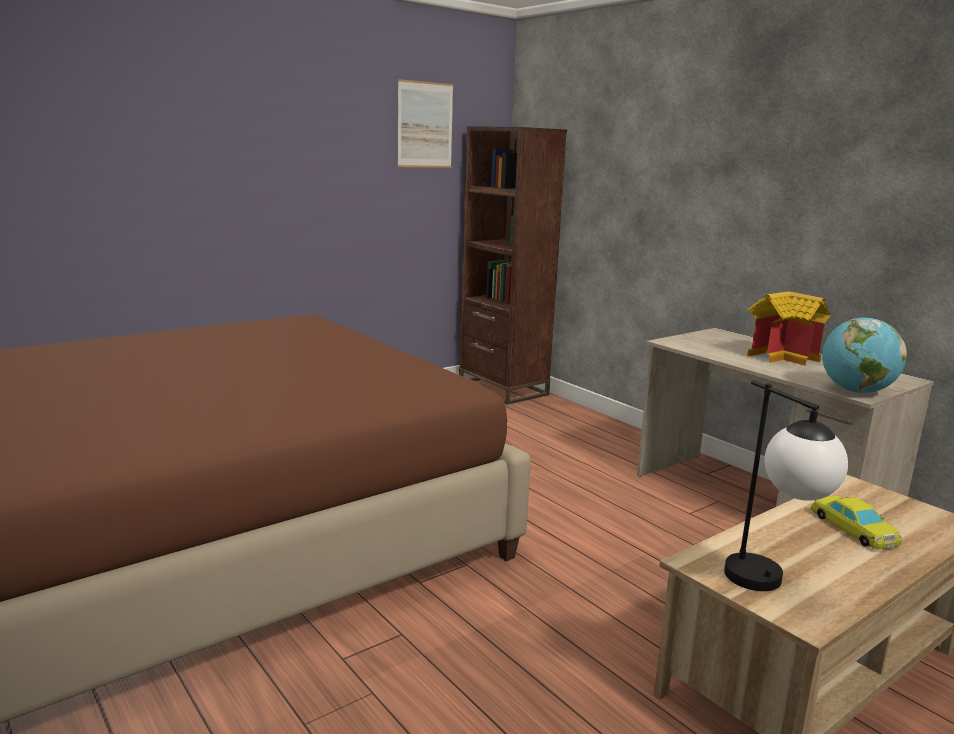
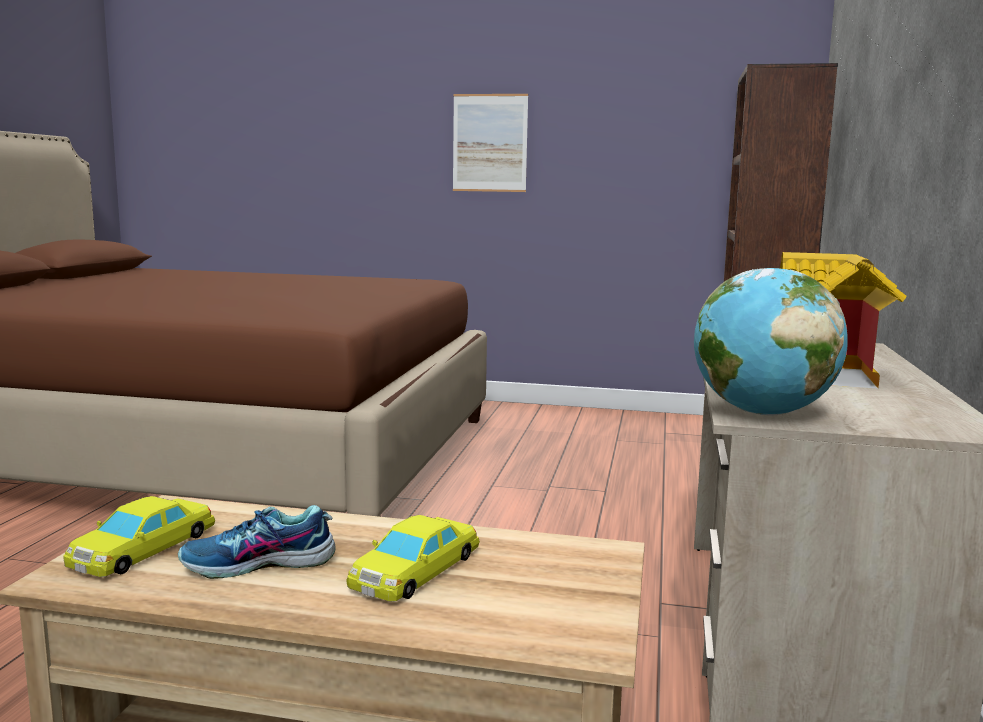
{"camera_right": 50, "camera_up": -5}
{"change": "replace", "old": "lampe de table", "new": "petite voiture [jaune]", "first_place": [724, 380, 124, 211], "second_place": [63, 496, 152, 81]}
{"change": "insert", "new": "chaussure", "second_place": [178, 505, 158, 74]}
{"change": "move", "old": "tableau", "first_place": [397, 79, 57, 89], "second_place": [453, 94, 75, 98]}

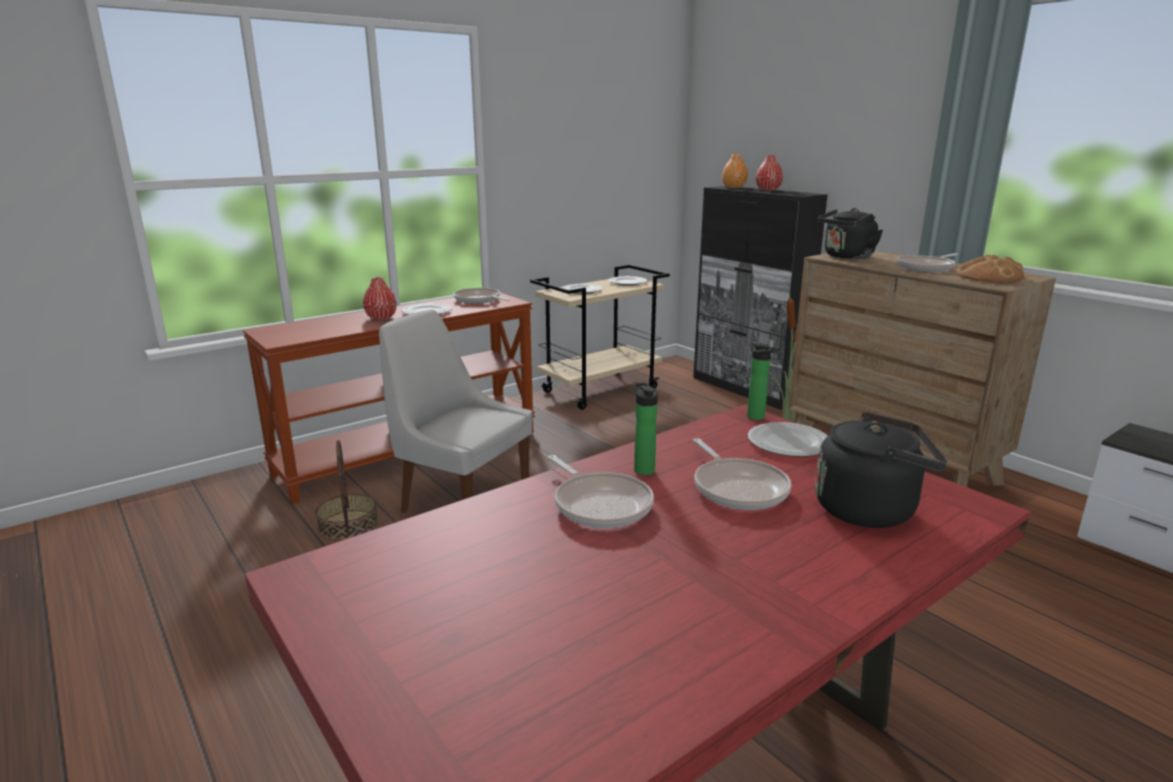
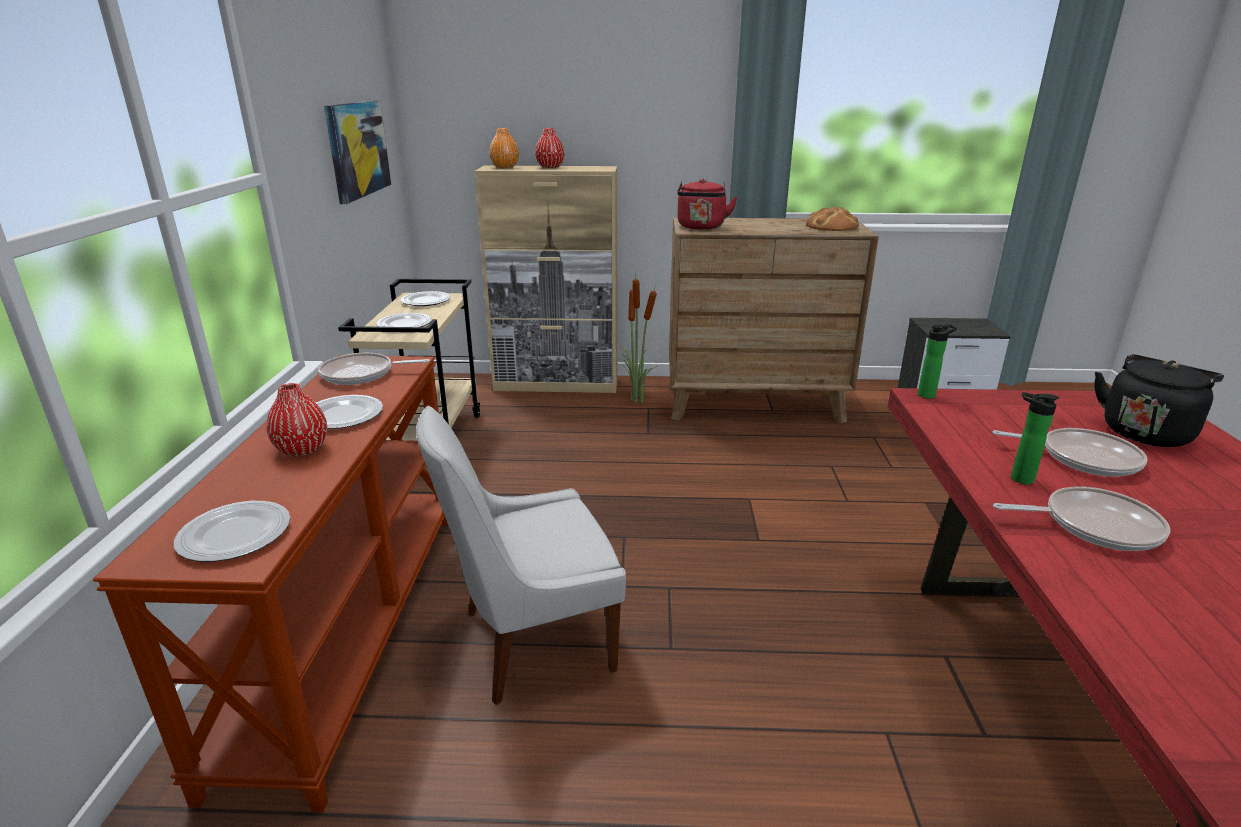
{"camera_right": -50, "camera_up": 5}
{"change": "move", "old": "assiette", "first_place": [748, 422, 80, 35], "second_place": [174, 501, 117, 61]}
{"change": "insert", "new": "tableau", "second_place": [324, 100, 67, 104]}
{"change": "recolor", "old": "meuble de rangement [noir]", "new": "meuble de rangement [beige]", "first_place": [693, 186, 135, 224], "second_place": [475, 166, 143, 227]}
{"change": "recolor", "old": "bouilloire [noir]", "new": "bouilloire [rouge]", "first_place": [818, 208, 65, 51], "second_place": [677, 178, 60, 52]}
{"change": "delete", "old": "panier", "first_place": [315, 440, 63, 101]}
{"change": "delete", "old": "poêle", "first_place": [897, 253, 61, 19]}

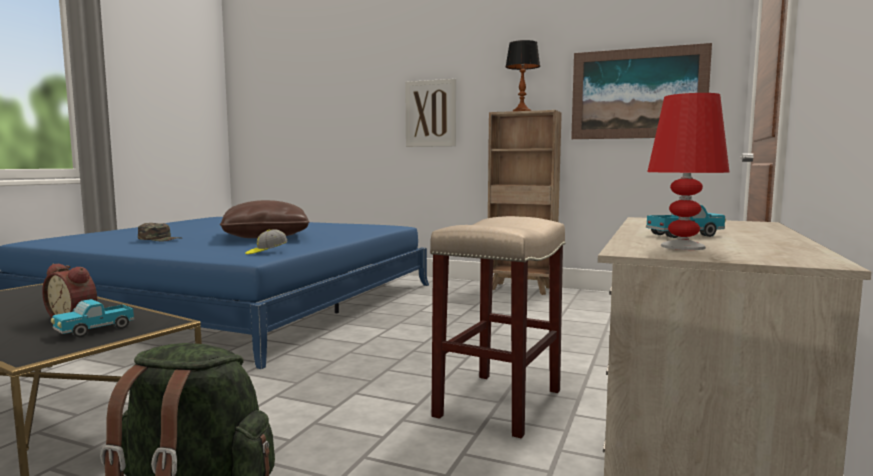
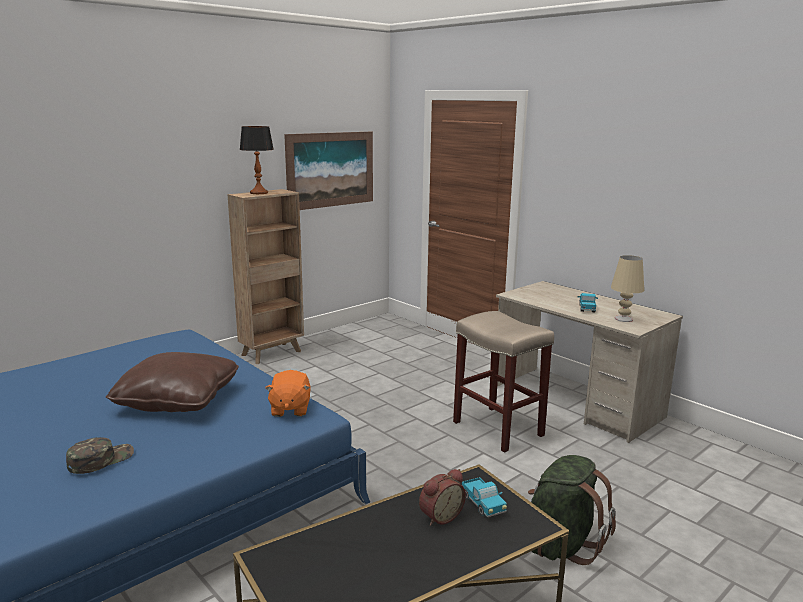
{"camera_right": -65, "camera_up": 10}
{"change": "replace", "old": "casquette", "new": "peluche [orange]", "first_place": [245, 229, 43, 25], "second_place": [265, 370, 46, 47]}
{"change": "recolor", "old": "lampe de table [rouge]", "new": "lampe de table [beige]", "first_place": [647, 93, 82, 157], "second_place": [611, 255, 33, 67]}
{"change": "delete", "old": "tableau", "first_place": [405, 79, 51, 68]}

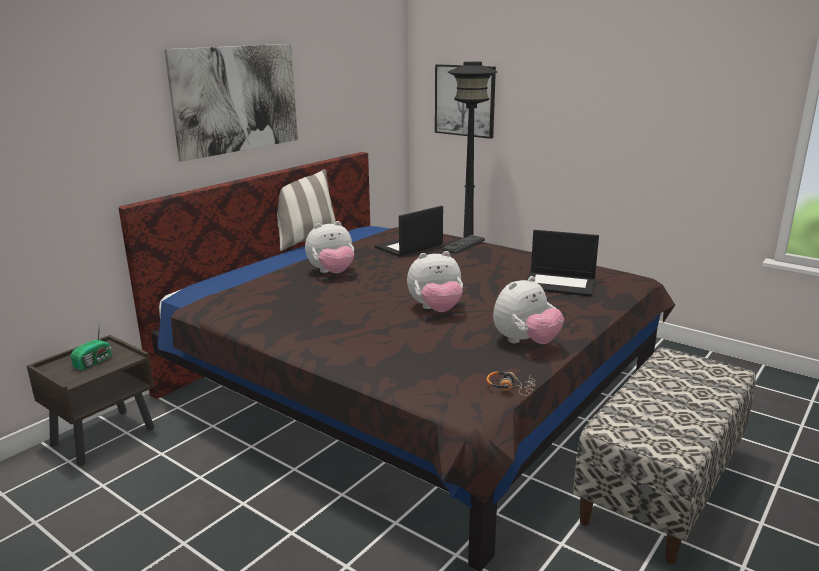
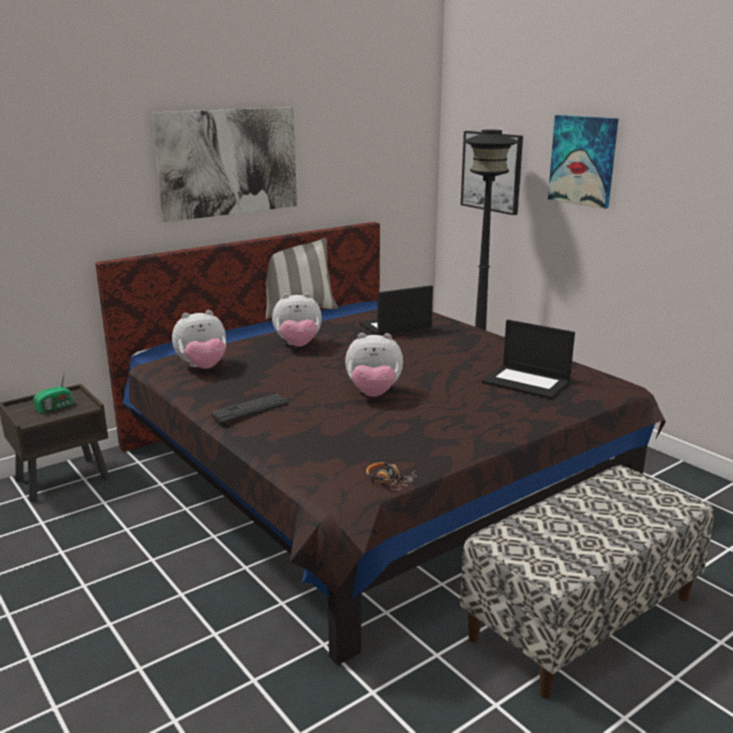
{"camera_right": 15, "camera_up": 0}
{"change": "move", "old": "peluche", "first_place": [493, 276, 71, 68], "second_place": [172, 310, 54, 59]}
{"change": "move", "old": "clavier", "first_place": [442, 235, 43, 19], "second_place": [211, 394, 78, 30]}
{"change": "insert", "new": "tableau", "second_place": [548, 115, 71, 94]}

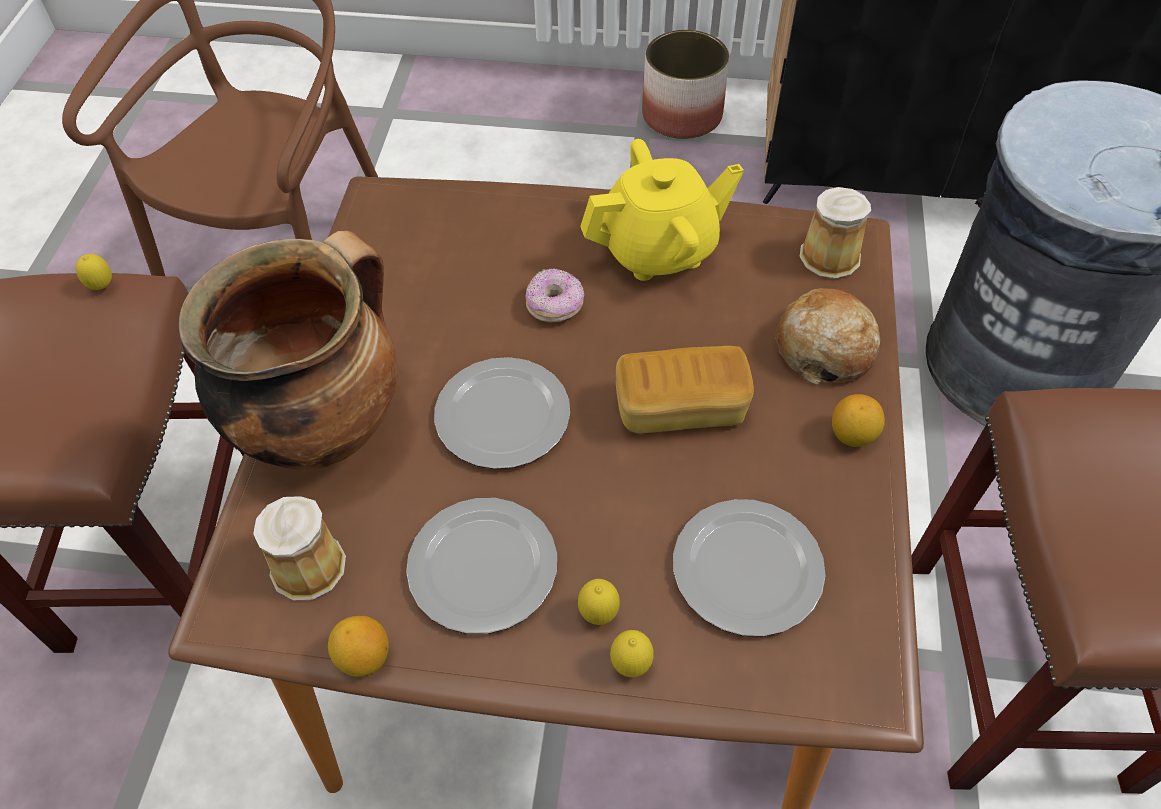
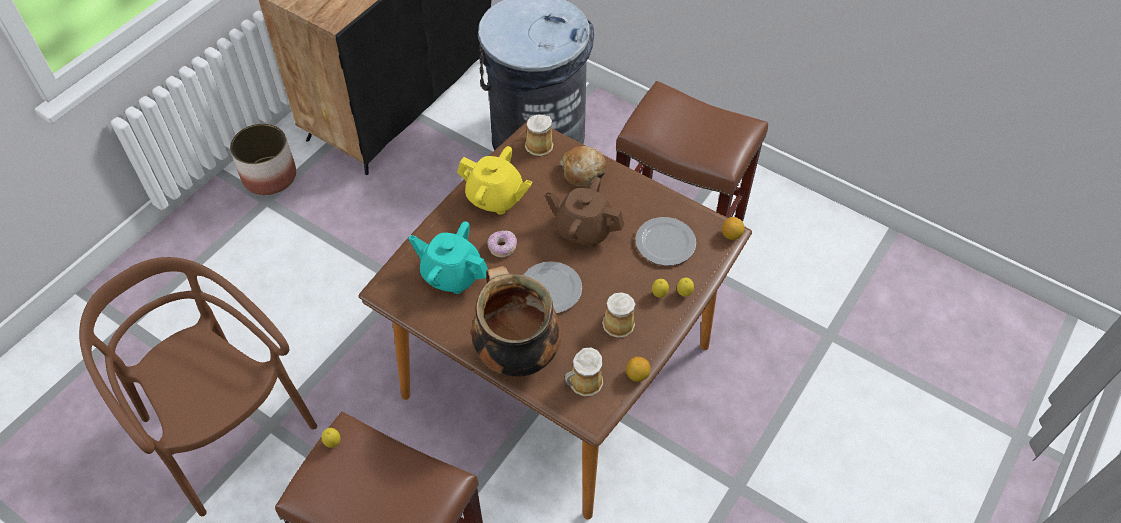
{"camera_right": -65, "camera_up": 0}
{"change": "insert", "new": "théière [turquoise]", "second_place": [408, 221, 80, 73]}
{"change": "rotate", "old": "théière [jaune]", "first_place": [580, 139, 164, 142], "second_place": [457, 146, 75, 69], "degrees": 105}
{"change": "replace", "old": "pain", "new": "théière [marron]", "first_place": [616, 346, 138, 88], "second_place": [545, 177, 79, 70]}
{"change": "replace", "old": "assiette", "new": "mug", "first_place": [406, 498, 151, 136], "second_place": [602, 292, 33, 46]}
{"change": "move", "old": "citron", "first_place": [832, 394, 53, 53], "second_place": [722, 217, 22, 23]}

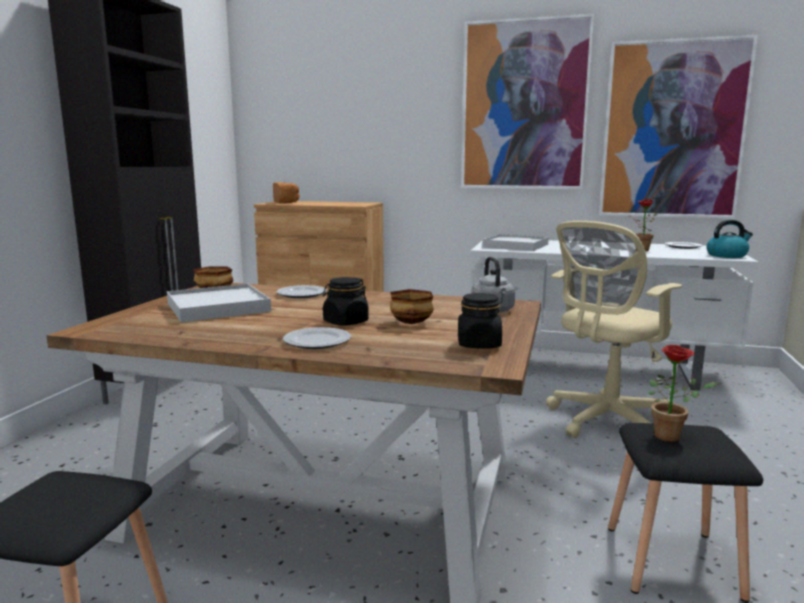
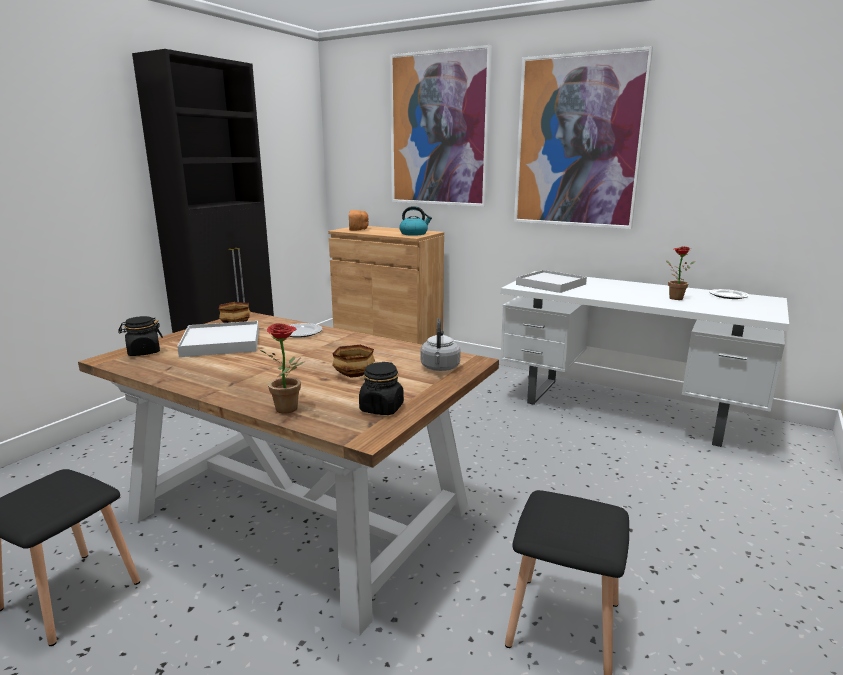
{"camera_right": 15, "camera_up": 5}
{"change": "move", "old": "bocal [noir]", "first_place": [322, 277, 47, 49], "second_place": [118, 316, 45, 40]}
{"change": "move", "old": "plante en pot", "first_place": [648, 345, 70, 97], "second_place": [260, 323, 45, 91]}
{"change": "move", "old": "tableau", "first_place": [599, 35, 159, 184], "second_place": [390, 45, 102, 162]}
{"change": "move", "old": "bouilloire", "first_place": [706, 220, 47, 38], "second_place": [399, 206, 33, 30]}
{"change": "delete", "old": "assiette", "first_place": [283, 327, 68, 22]}
{"change": "delete", "old": "chaise de bureau [beige]", "first_place": [546, 221, 136, 217]}

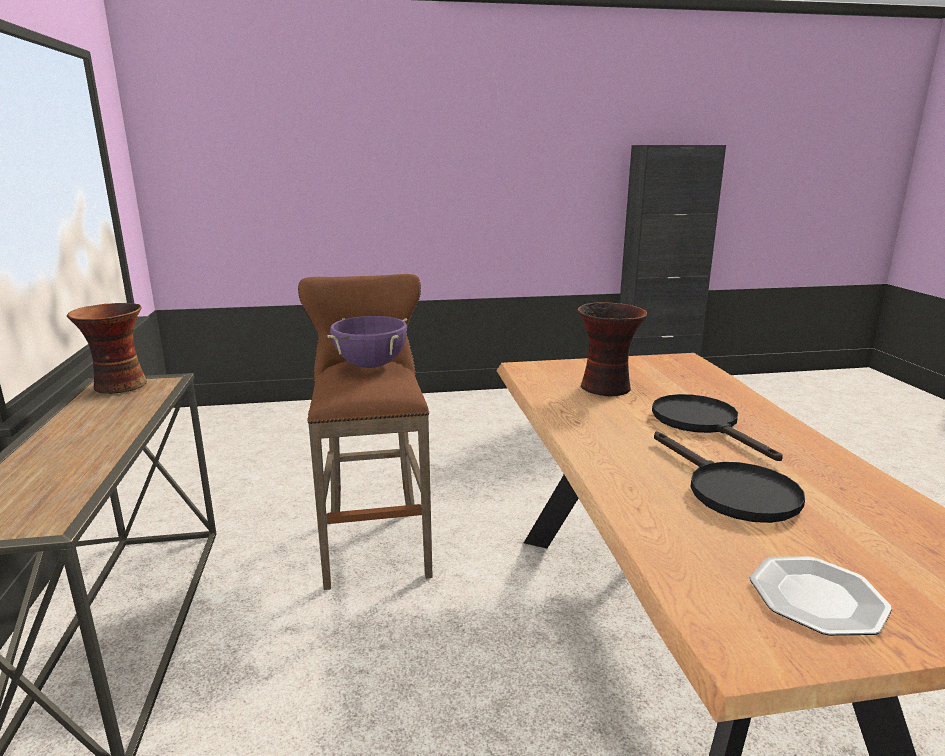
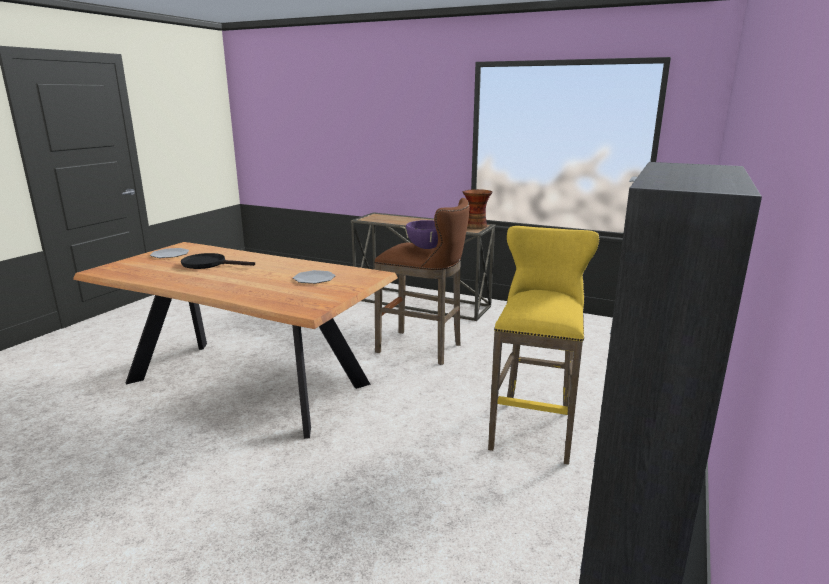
{"camera_right": 125, "camera_up": 0}
{"change": "replace", "old": "vase", "new": "assiette", "first_place": [578, 302, 70, 94], "second_place": [293, 270, 43, 14]}
{"change": "insert", "new": "tabouret [jaune]", "second_place": [488, 226, 111, 239]}
{"change": "delete", "old": "poêle [noir]", "first_place": [652, 394, 131, 67]}

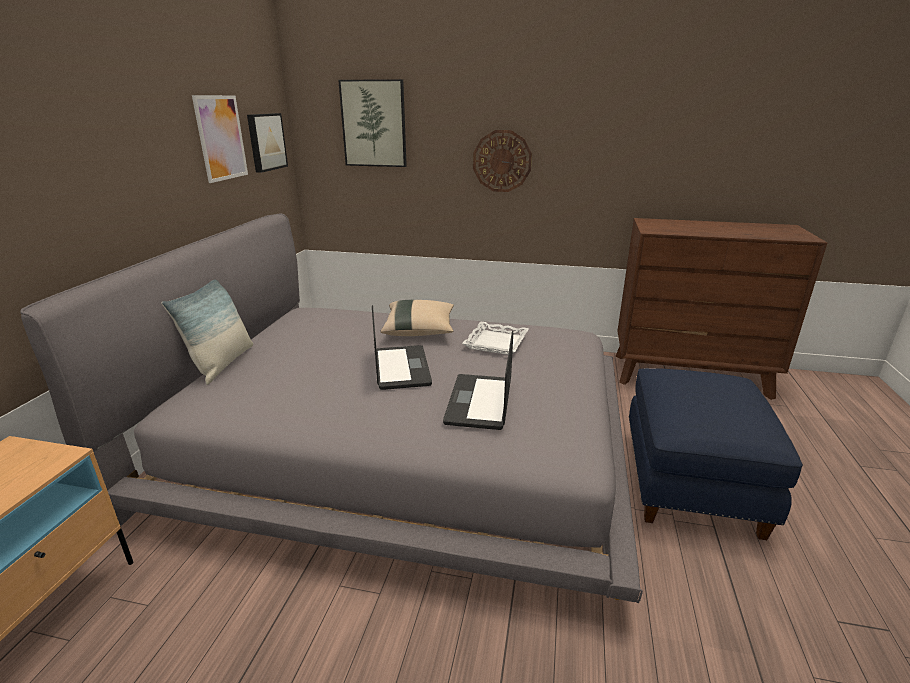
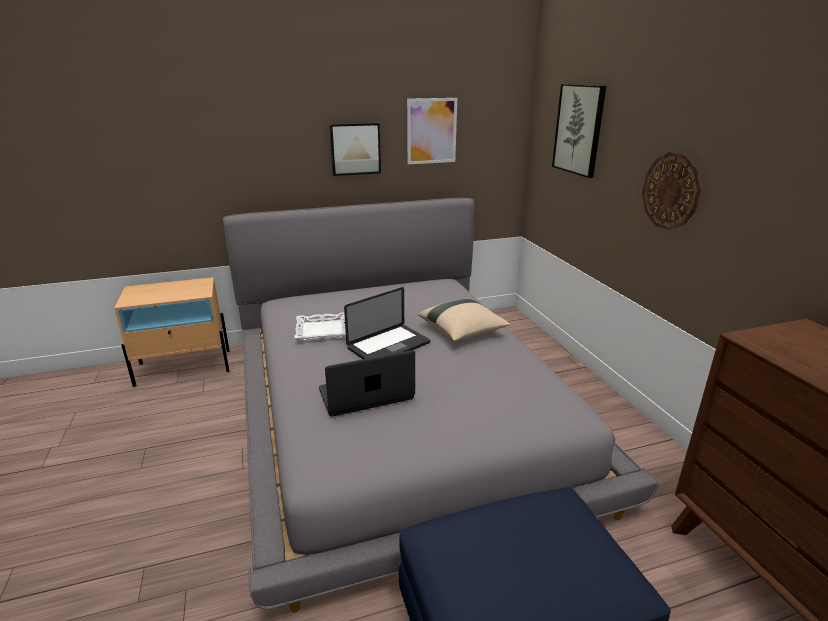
{"camera_right": 60, "camera_up": 0}
{"change": "move", "old": "plateau [blanc]", "first_place": [462, 322, 67, 33], "second_place": [295, 312, 51, 29]}
{"change": "move", "old": "tableau", "first_place": [247, 113, 41, 60], "second_place": [329, 123, 52, 53]}
{"change": "delete", "old": "coussin", "first_place": [161, 280, 92, 105]}

